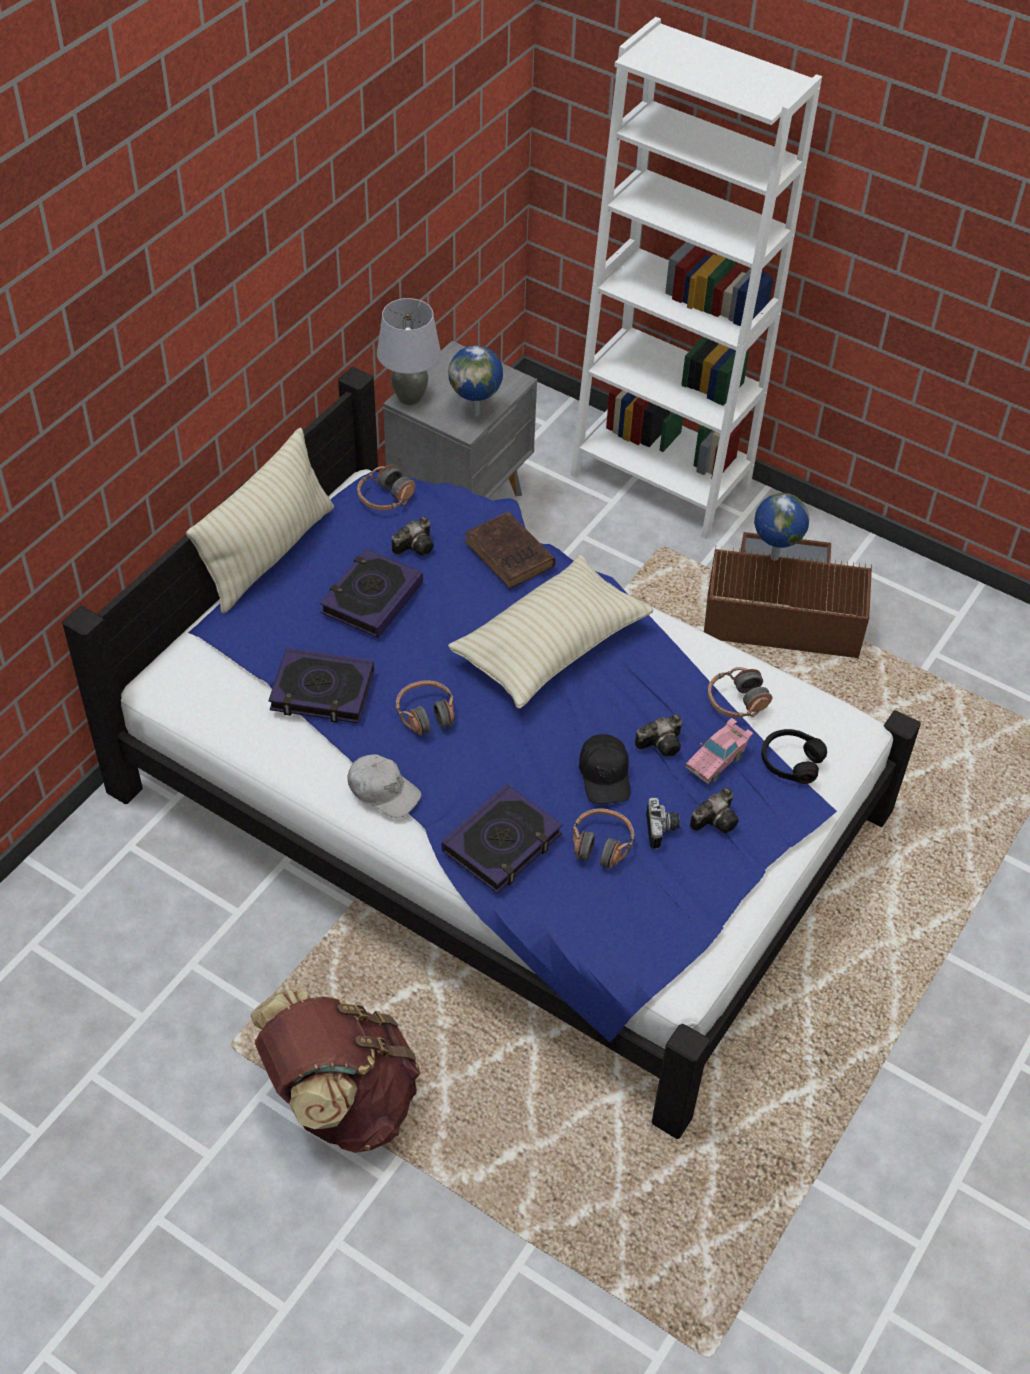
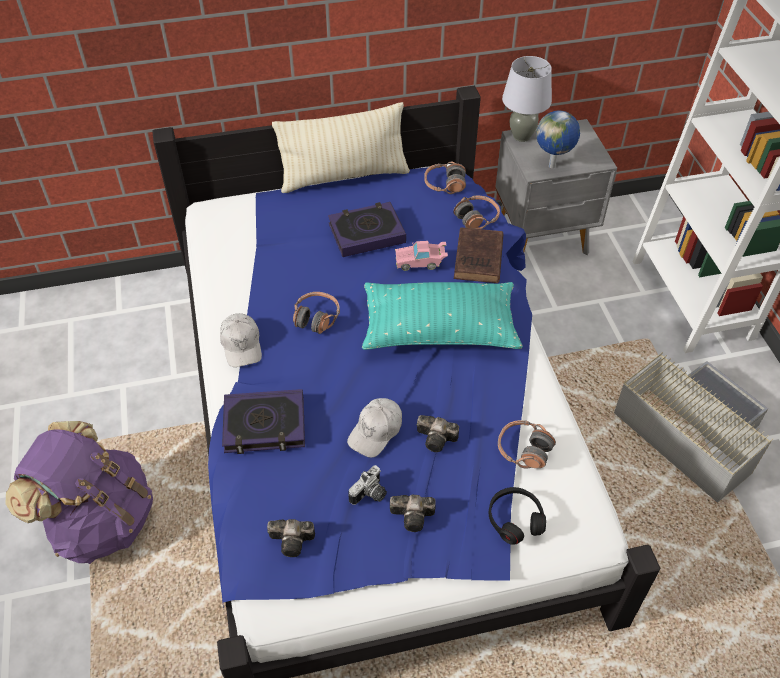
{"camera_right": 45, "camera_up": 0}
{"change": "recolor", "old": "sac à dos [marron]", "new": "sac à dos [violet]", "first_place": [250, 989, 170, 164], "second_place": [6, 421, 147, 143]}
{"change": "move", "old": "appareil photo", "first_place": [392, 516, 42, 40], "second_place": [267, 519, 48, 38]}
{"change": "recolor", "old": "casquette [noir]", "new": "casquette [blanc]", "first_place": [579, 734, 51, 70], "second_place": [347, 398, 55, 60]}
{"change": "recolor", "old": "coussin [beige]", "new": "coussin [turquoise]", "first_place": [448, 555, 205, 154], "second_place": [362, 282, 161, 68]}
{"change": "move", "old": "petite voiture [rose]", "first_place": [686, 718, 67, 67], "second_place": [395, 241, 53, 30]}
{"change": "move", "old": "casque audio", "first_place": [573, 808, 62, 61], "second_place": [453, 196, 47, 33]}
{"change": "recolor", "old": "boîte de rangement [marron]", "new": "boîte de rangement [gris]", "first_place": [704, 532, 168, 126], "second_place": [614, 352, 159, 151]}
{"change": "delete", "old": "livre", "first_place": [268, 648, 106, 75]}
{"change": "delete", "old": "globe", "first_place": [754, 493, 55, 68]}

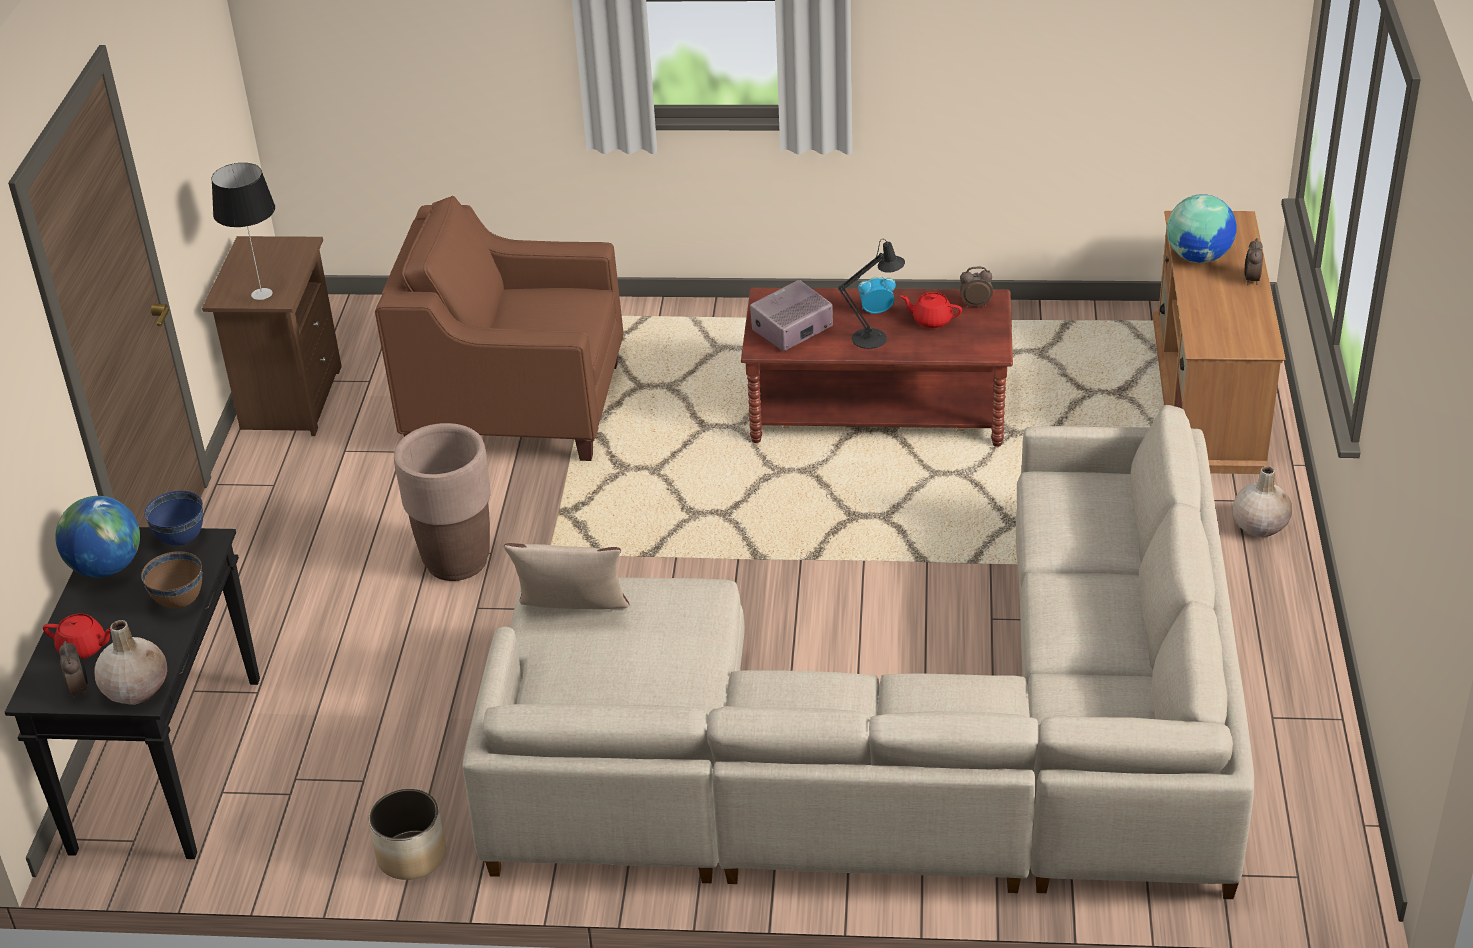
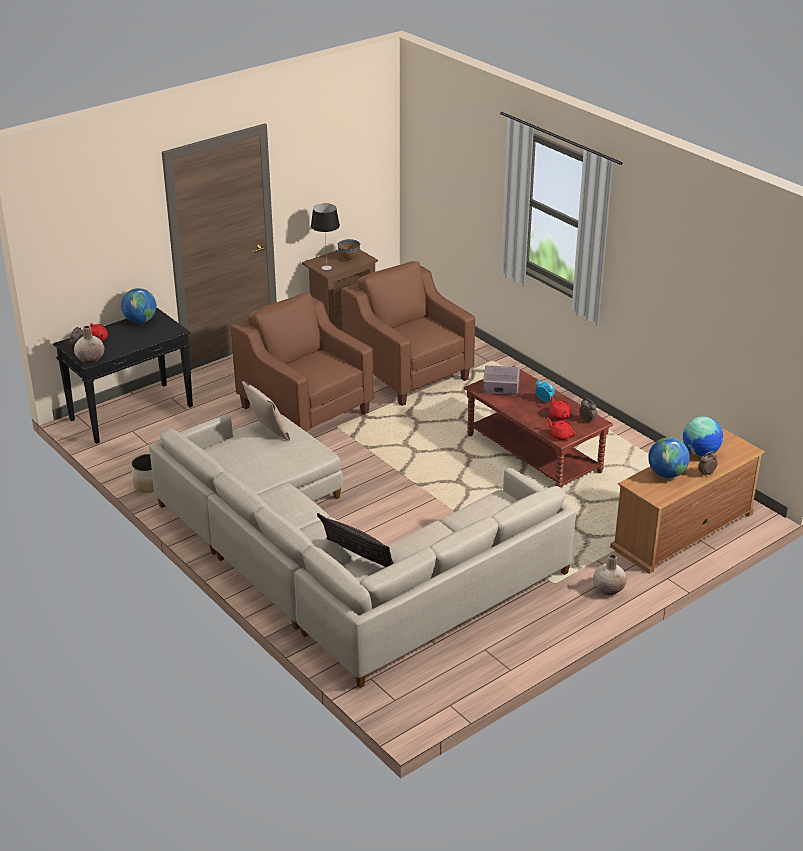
{"camera_right": 45, "camera_up": -5}
{"change": "replace", "old": "cache-pot [marron]", "new": "fauteuil [marron]", "first_place": [394, 423, 97, 158], "second_place": [231, 293, 143, 139]}
{"change": "insert", "new": "coussin", "second_place": [317, 513, 77, 54]}
{"change": "move", "old": "bol [marron]", "first_place": [141, 551, 61, 58], "second_place": [337, 239, 23, 21]}
{"change": "insert", "new": "théière [rouge]", "second_place": [547, 418, 29, 22]}
{"change": "insert", "new": "globe", "second_place": [648, 437, 42, 41]}
{"change": "delete", "old": "bol [bleu]", "first_place": [144, 491, 59, 54]}
{"change": "delete", "old": "lampe de table [noir]", "first_place": [838, 239, 67, 110]}

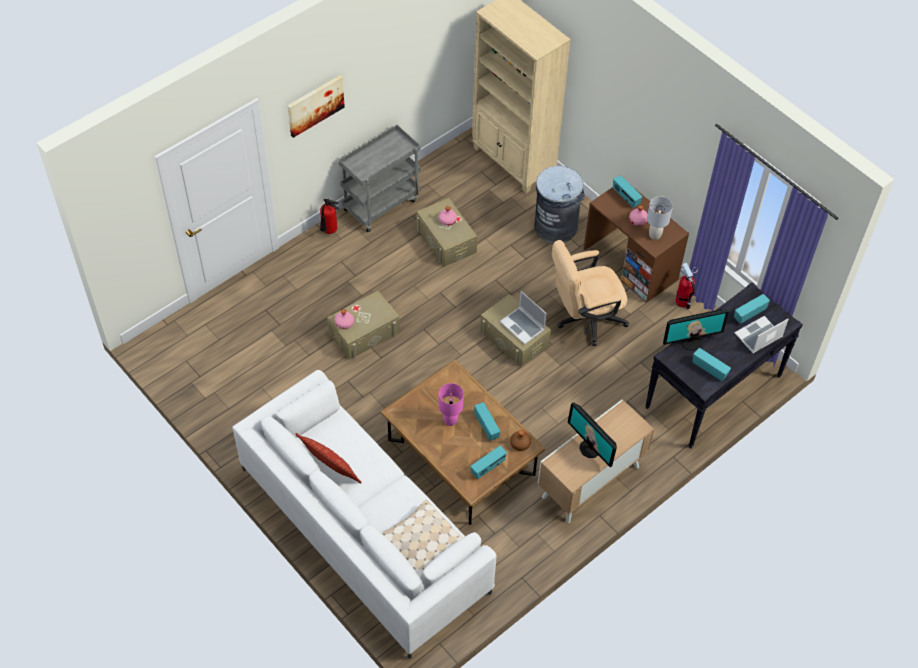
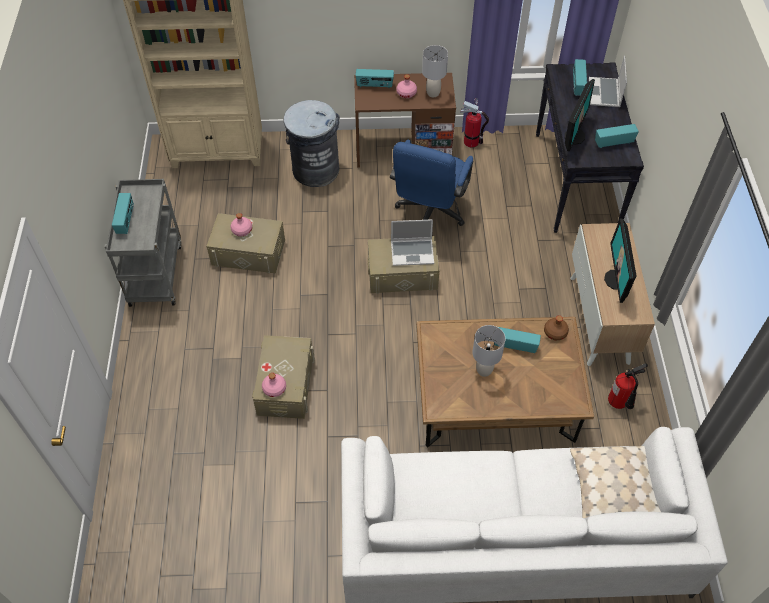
{"camera_right": -50, "camera_up": 0}
{"change": "move", "old": "radio", "first_place": [470, 446, 37, 33], "second_place": [112, 193, 22, 41]}
{"change": "recolor", "old": "chaise de bureau [beige]", "new": "chaise de bureau [bleu]", "first_place": [552, 240, 77, 106], "second_place": [390, 140, 83, 86]}
{"change": "recolor", "old": "lampe de table [rose]", "new": "lampe de table [gris]", "first_place": [439, 383, 25, 43], "second_place": [473, 325, 33, 52]}
{"change": "rotate", "old": "écran d'ordinateur", "first_place": [568, 402, 49, 66], "second_place": [604, 218, 32, 85], "degrees": 90}
{"change": "move", "old": "extincteur", "first_place": [320, 199, 19, 35], "second_place": [608, 363, 40, 46]}
{"change": "delete", "old": "tableau", "first_place": [287, 75, 58, 63]}
{"change": "delete", "old": "coussin", "first_place": [296, 433, 66, 50]}

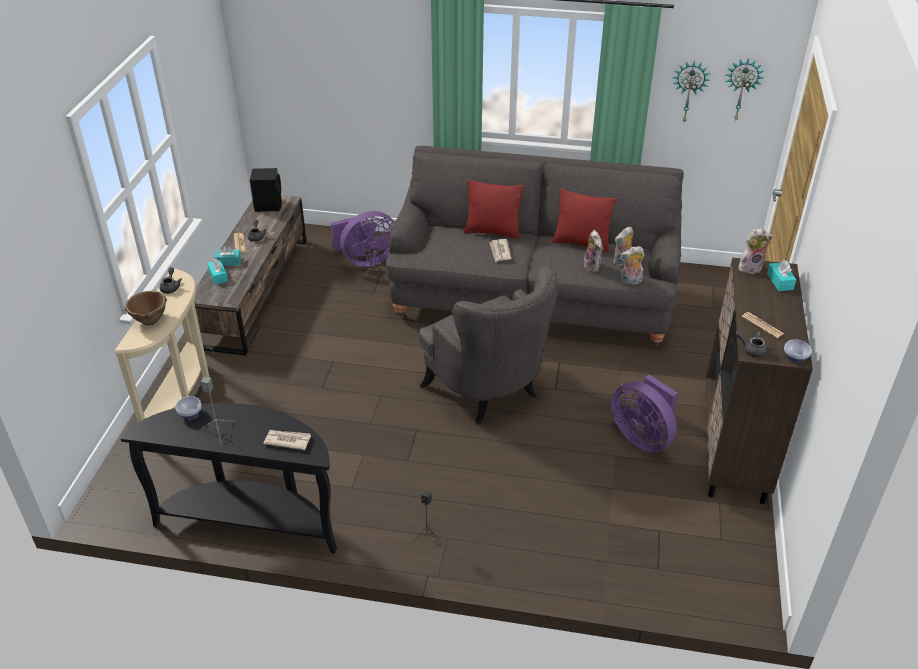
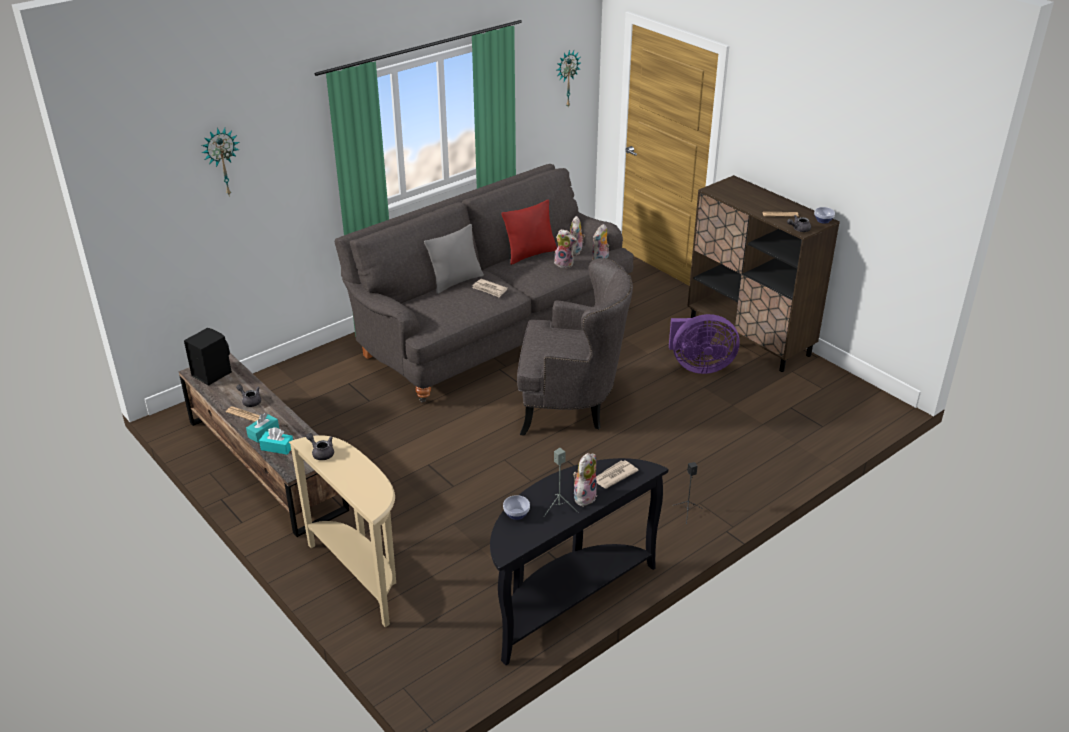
{"camera_right": -50, "camera_up": -5}
{"change": "move", "old": "horloge murale", "first_place": [672, 61, 38, 61], "second_place": [202, 128, 37, 69]}
{"change": "recolor", "old": "coussin [rouge]", "new": "coussin [gris]", "first_place": [464, 180, 60, 59], "second_place": [424, 224, 60, 70]}
{"change": "move", "old": "peluche", "first_place": [739, 228, 34, 46], "second_place": [573, 453, 24, 53]}
{"change": "delete", "old": "bol [marron]", "first_place": [125, 291, 42, 34]}
{"change": "delete", "old": "ventilateur [violet]", "first_place": [331, 211, 63, 56]}
{"change": "delete", "old": "boîte à mouchoirs [turquoise]", "first_place": [767, 260, 29, 31]}

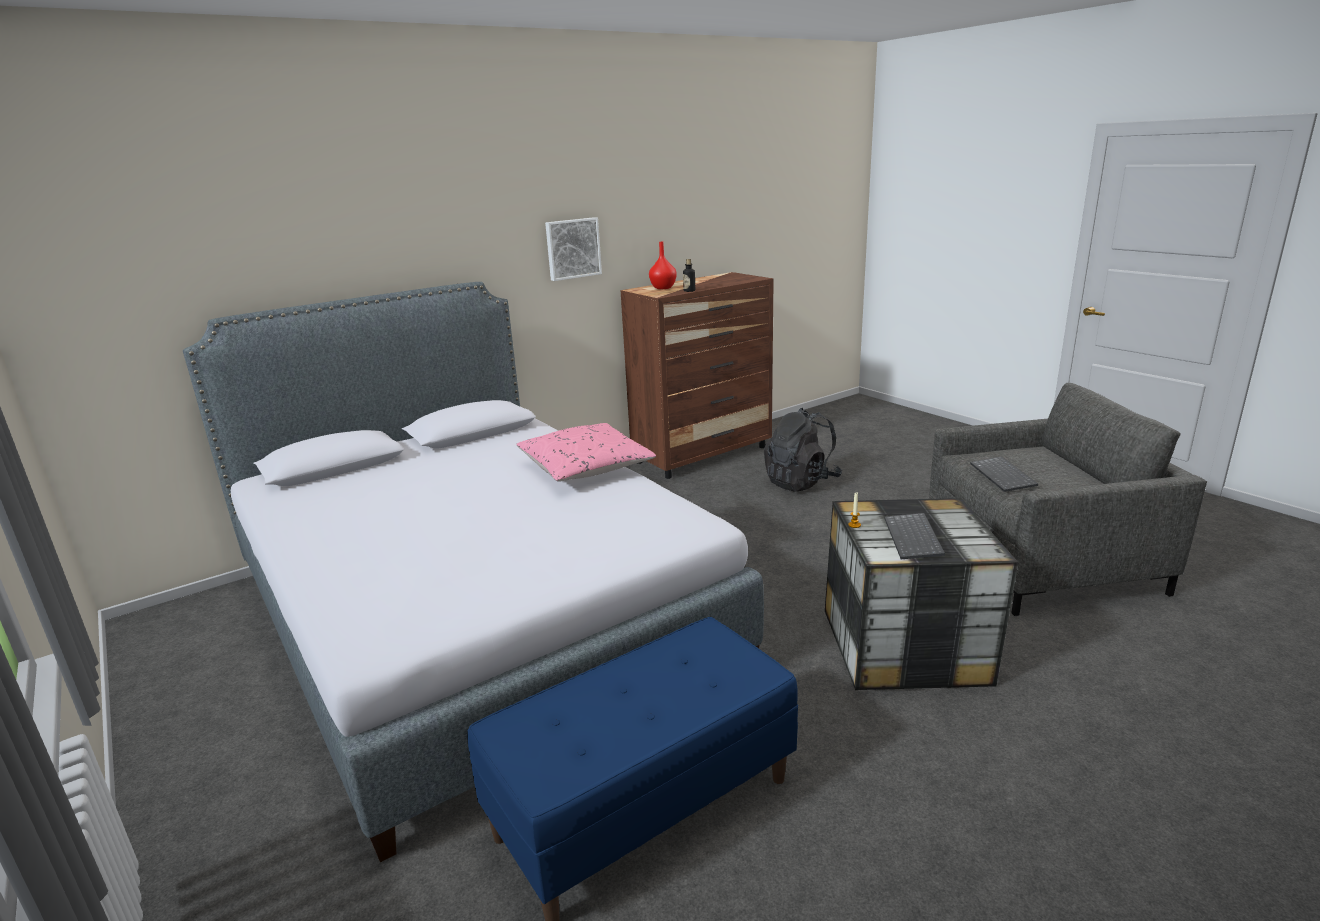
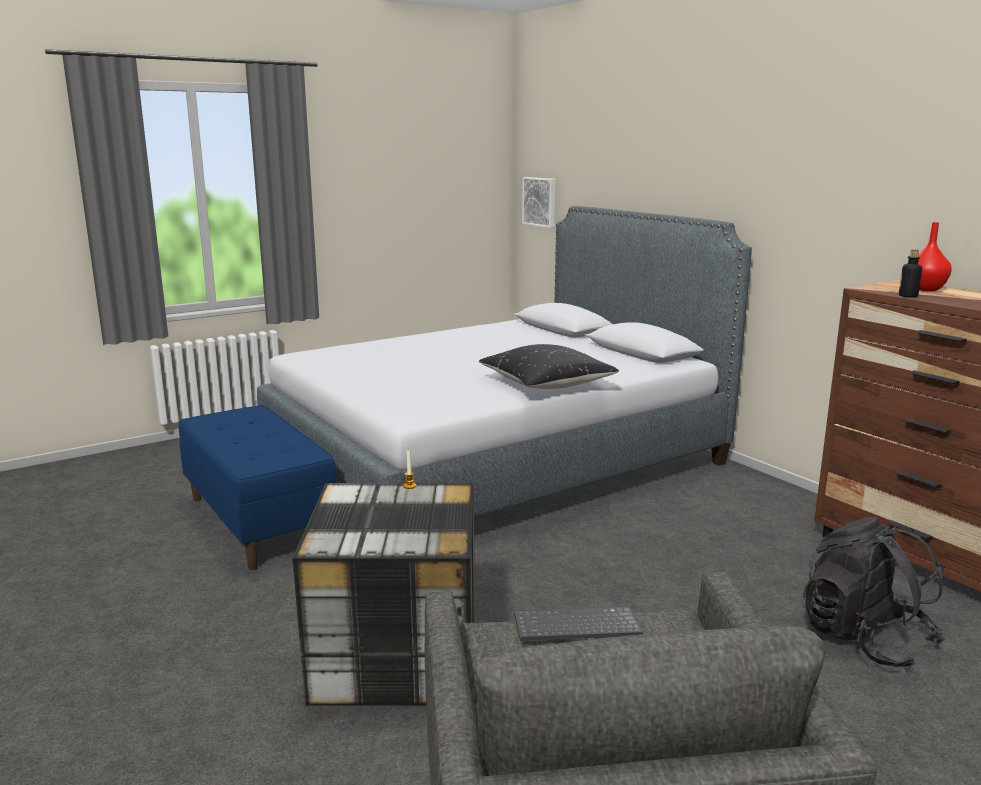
{"camera_right": 90, "camera_up": -5}
{"change": "recolor", "old": "coussin [rose]", "new": "coussin [noir]", "first_place": [516, 423, 140, 59], "second_place": [479, 344, 140, 45]}
{"change": "move", "old": "tableau", "first_place": [545, 217, 57, 64], "second_place": [522, 177, 33, 51]}
{"change": "delete", "old": "clavier", "first_place": [884, 513, 61, 46]}

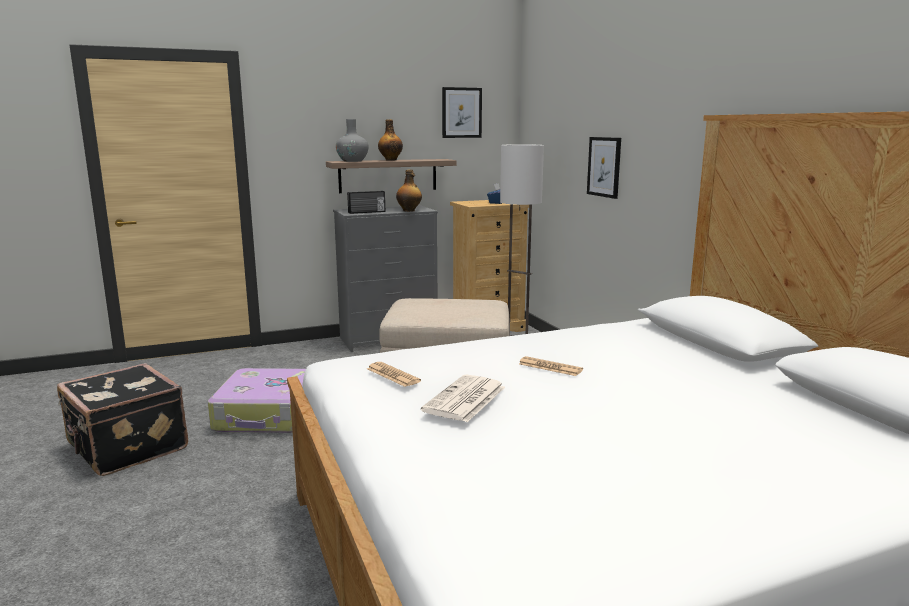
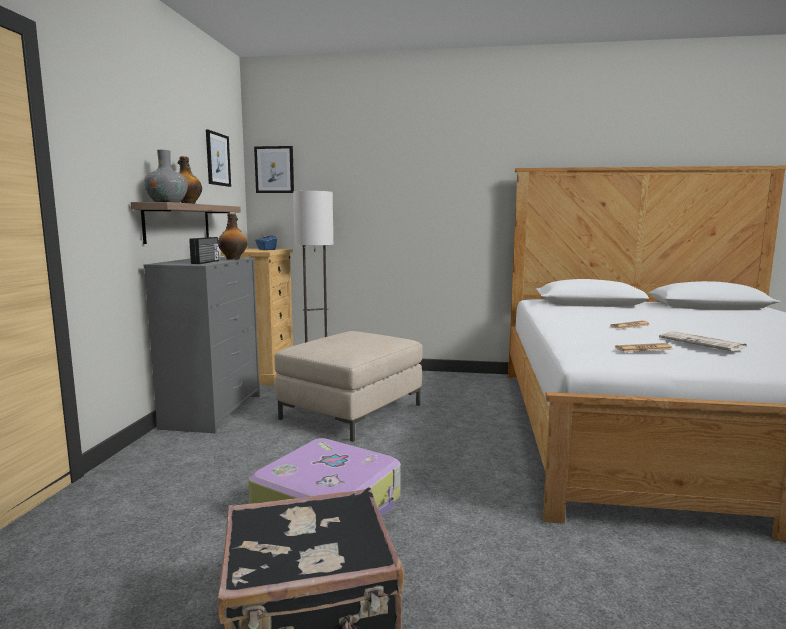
{"camera_right": -60, "camera_up": -5}
{"change": "move", "old": "tableau", "first_place": [587, 137, 34, 62], "second_place": [254, 146, 40, 47]}

